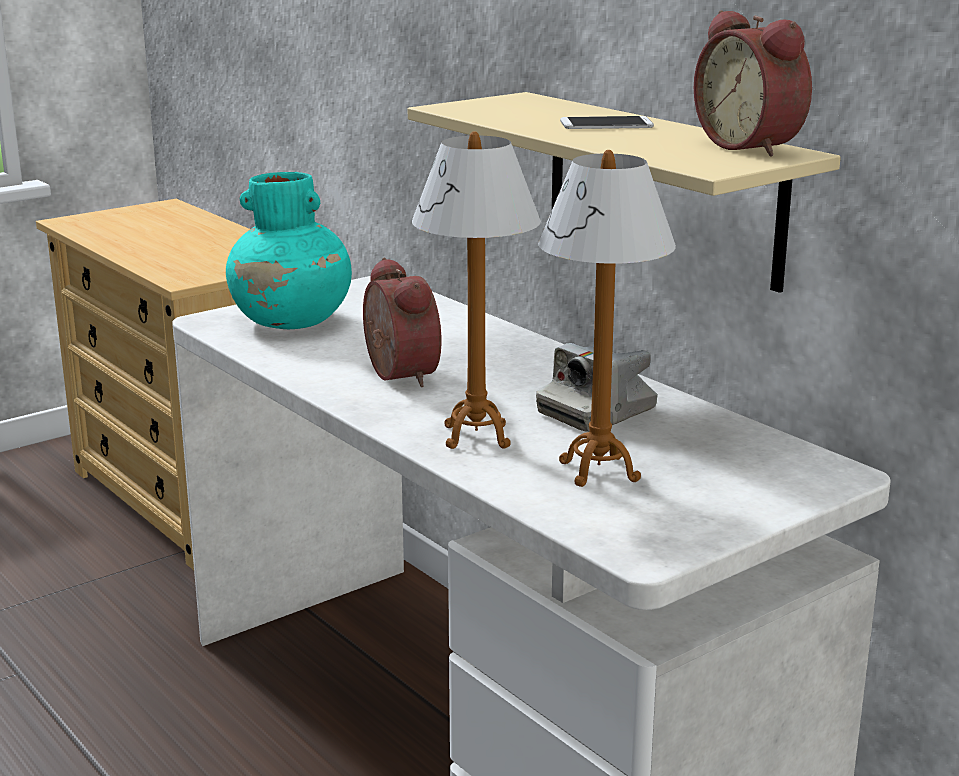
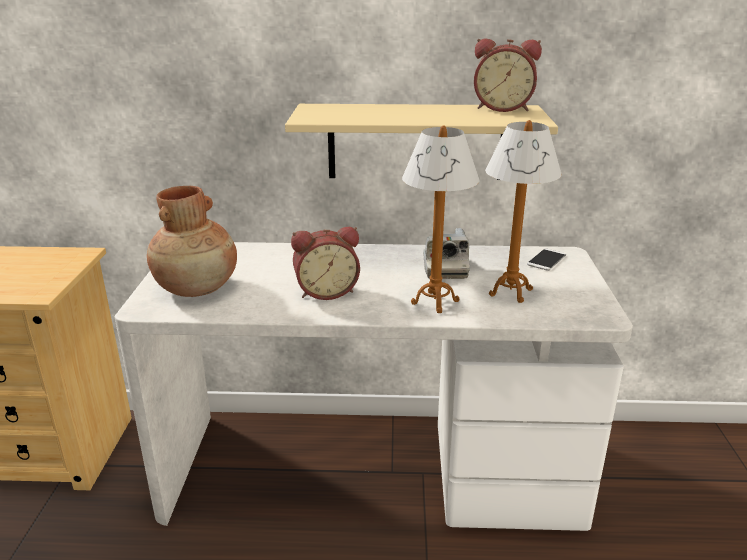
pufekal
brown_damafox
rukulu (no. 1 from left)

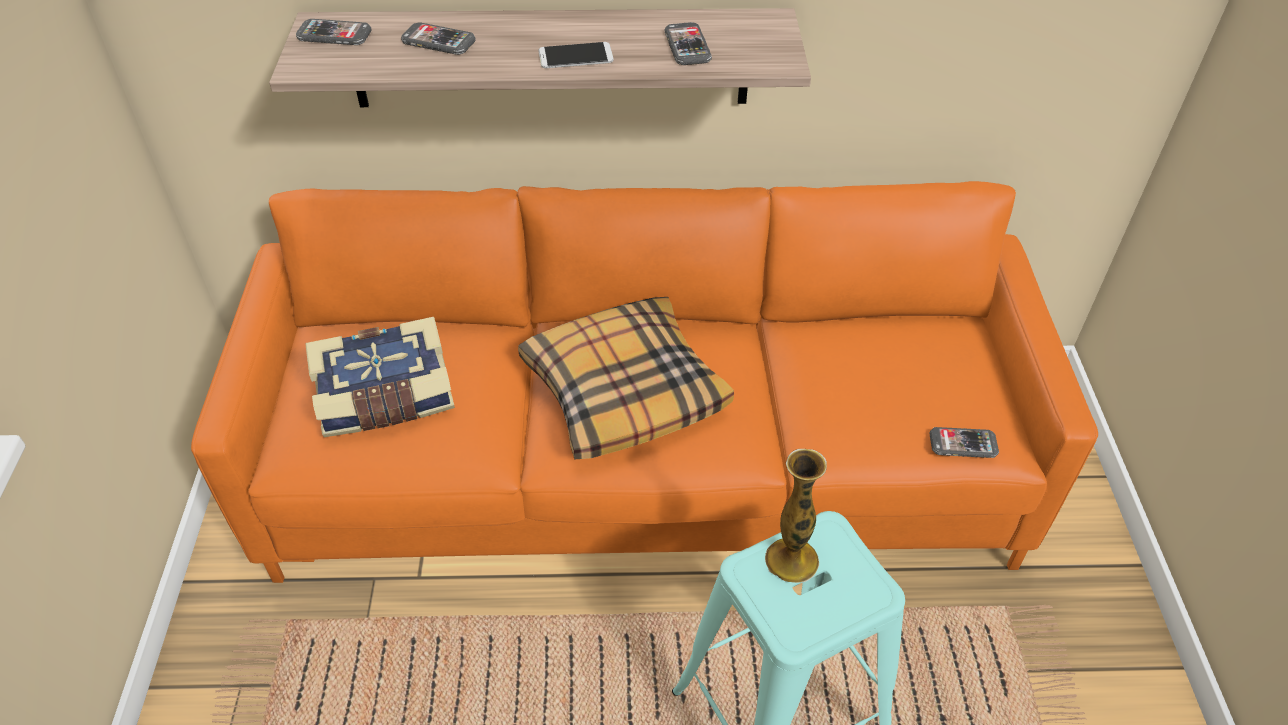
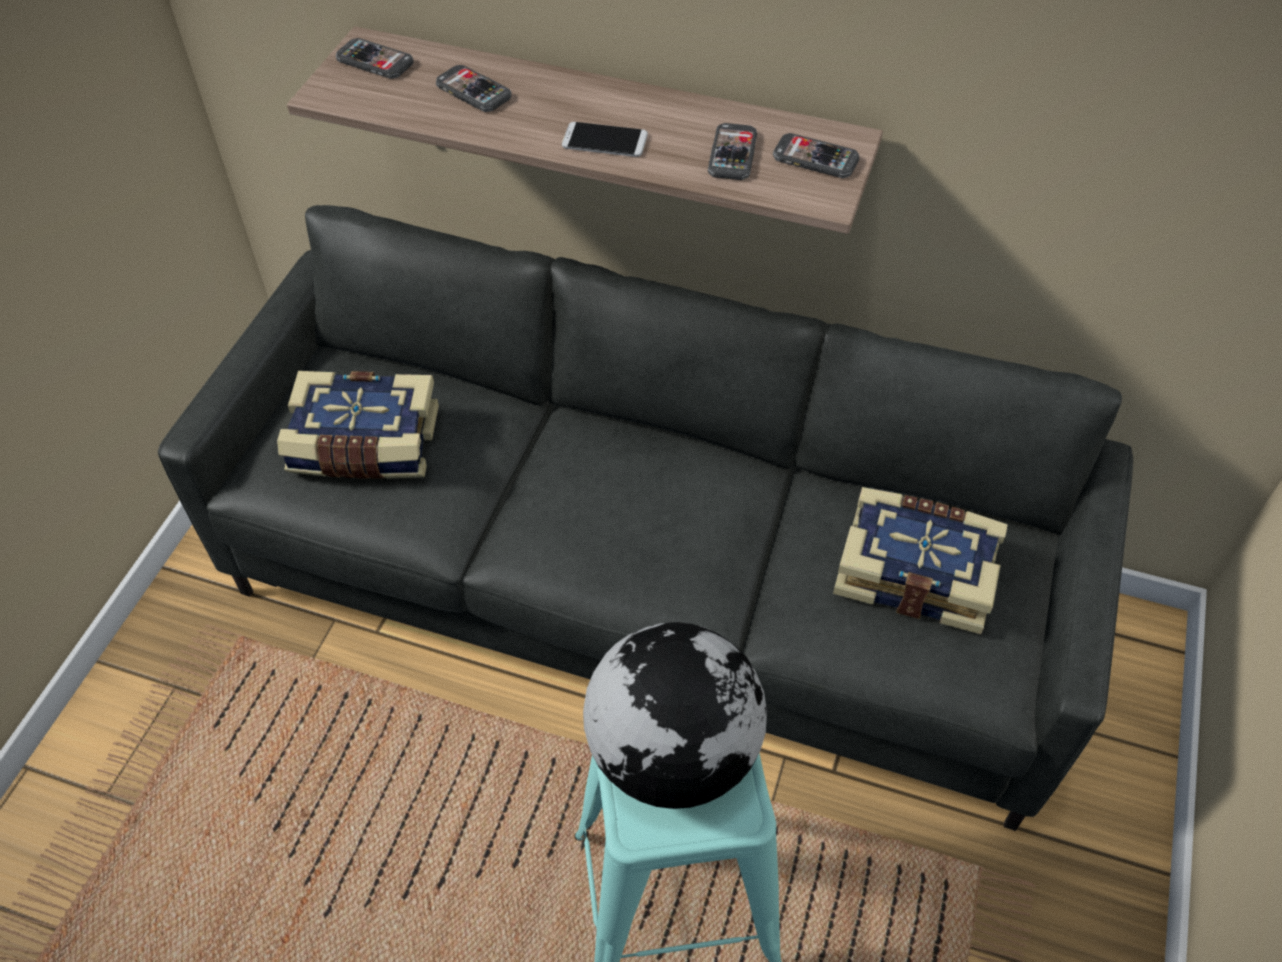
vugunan
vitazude (no. 2 from left)
pufekal (no. 5 from left)
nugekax
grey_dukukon

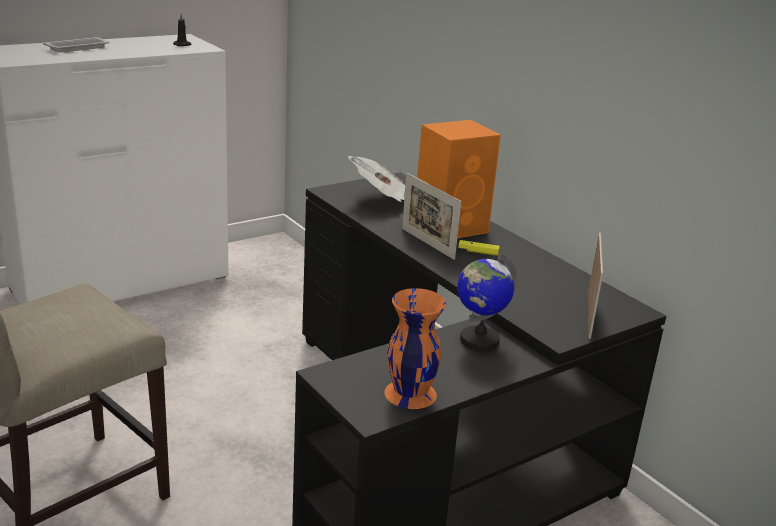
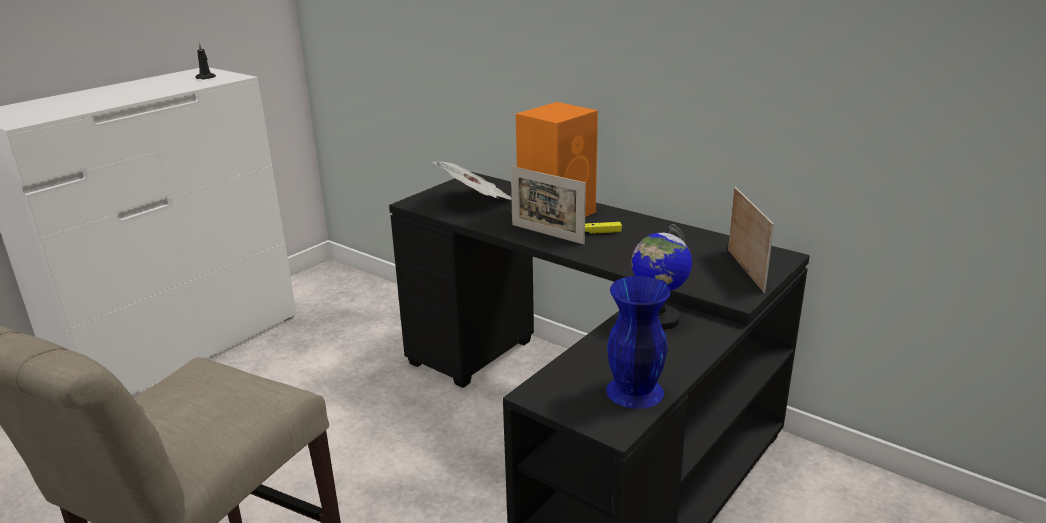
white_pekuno
blue_damafox

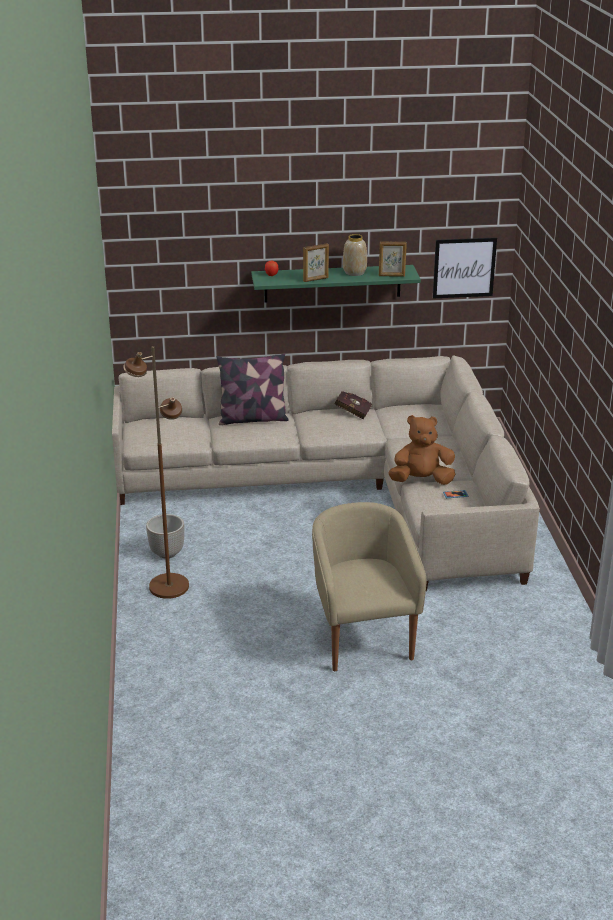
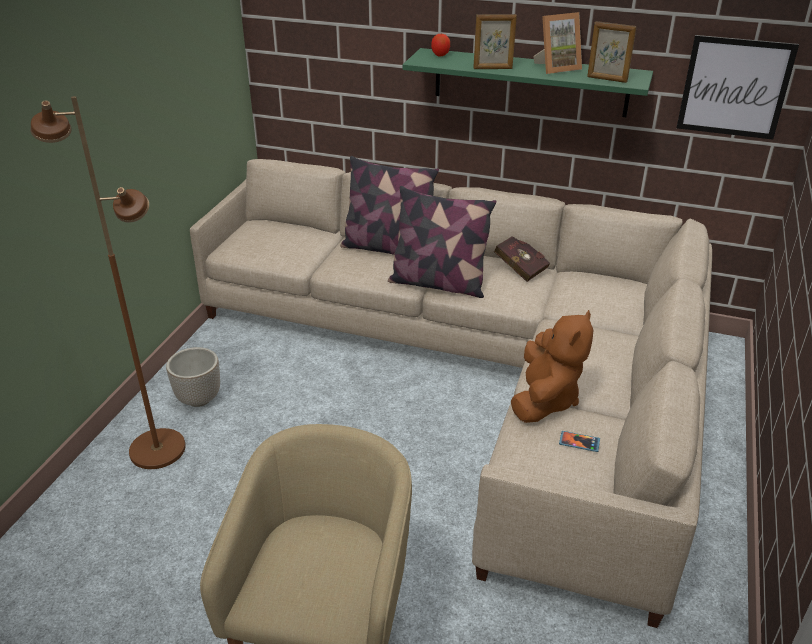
vugunan (no. 2 from left)
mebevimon (no. 2 from left)
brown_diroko

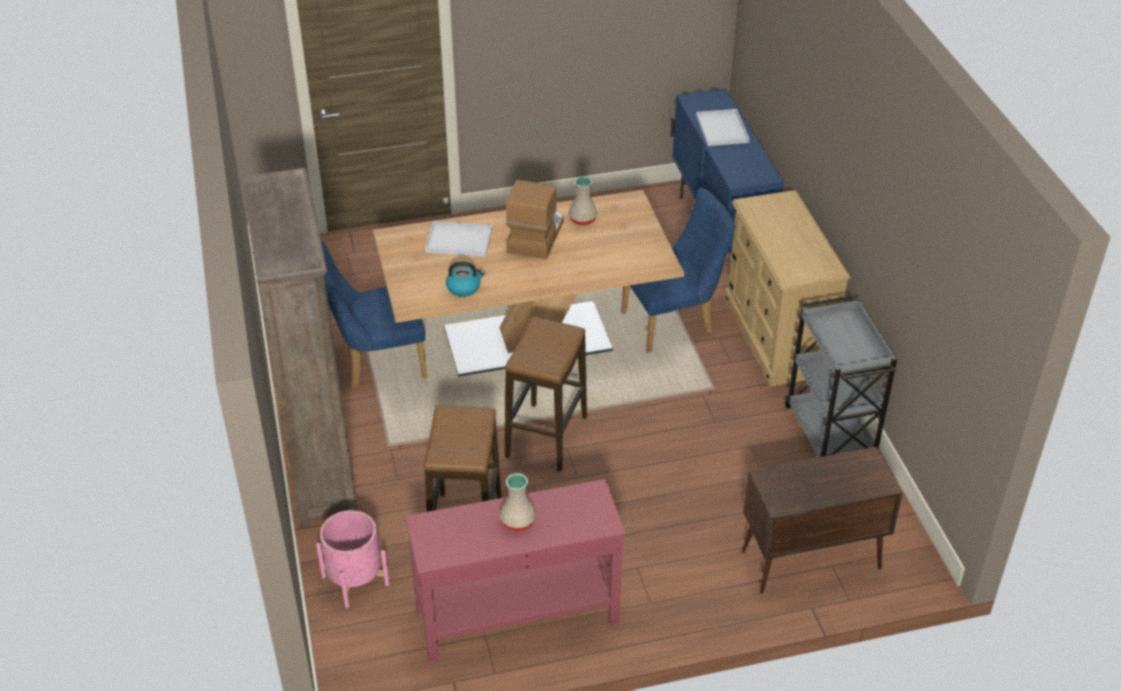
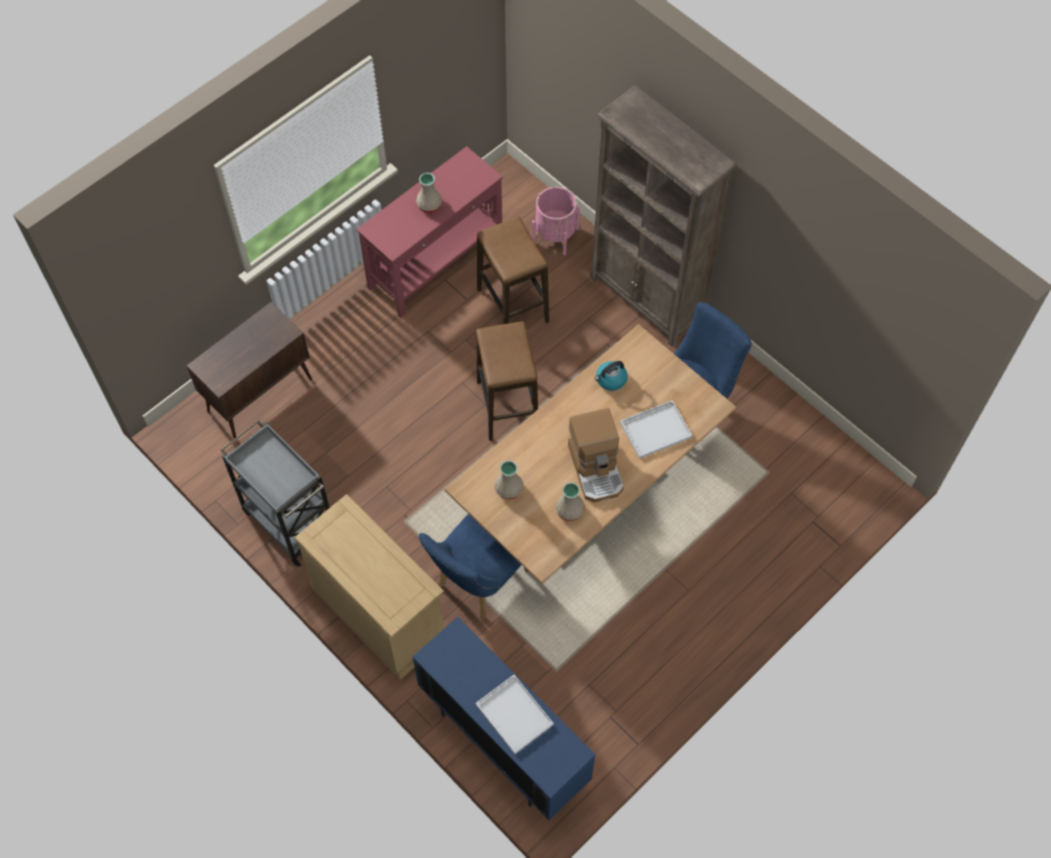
beige_damafox (no. 2 from left)

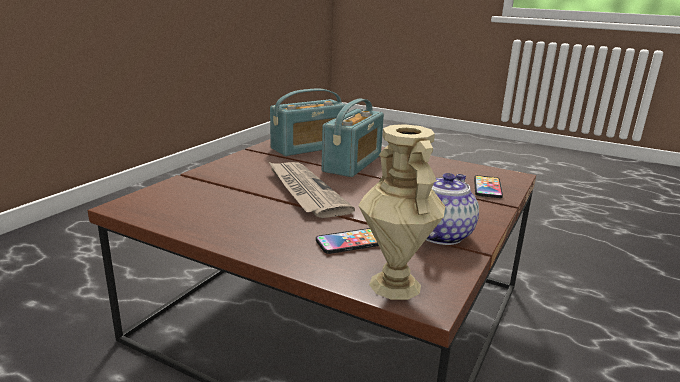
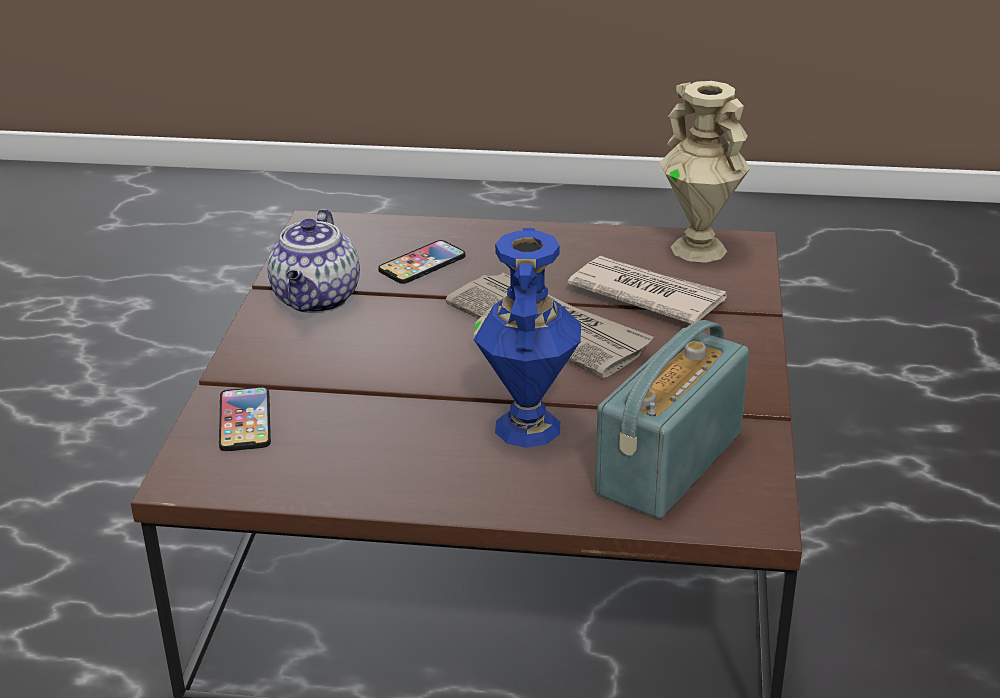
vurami (no. 2 from left)
beige_damafox
blue_damafox

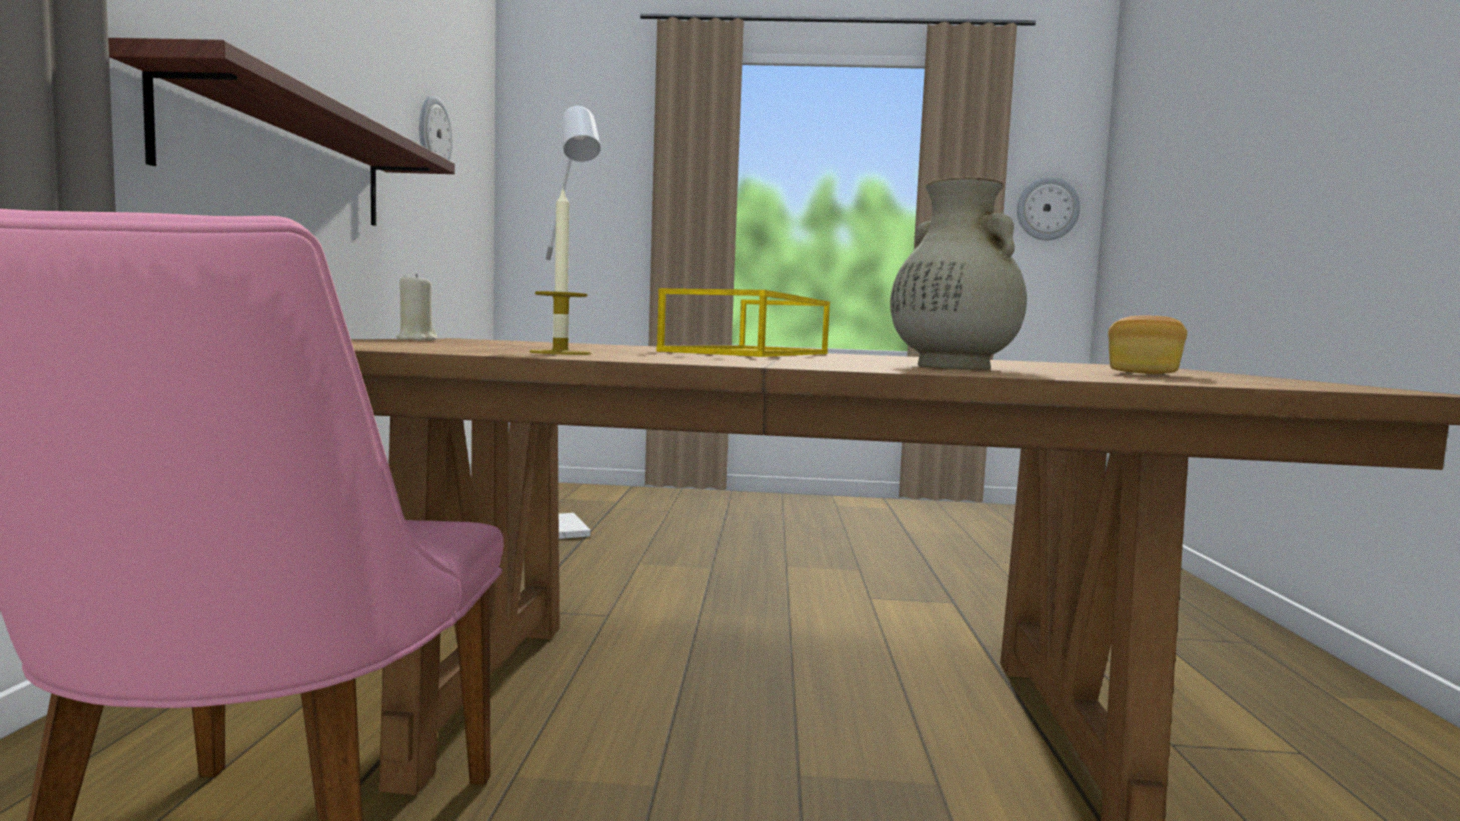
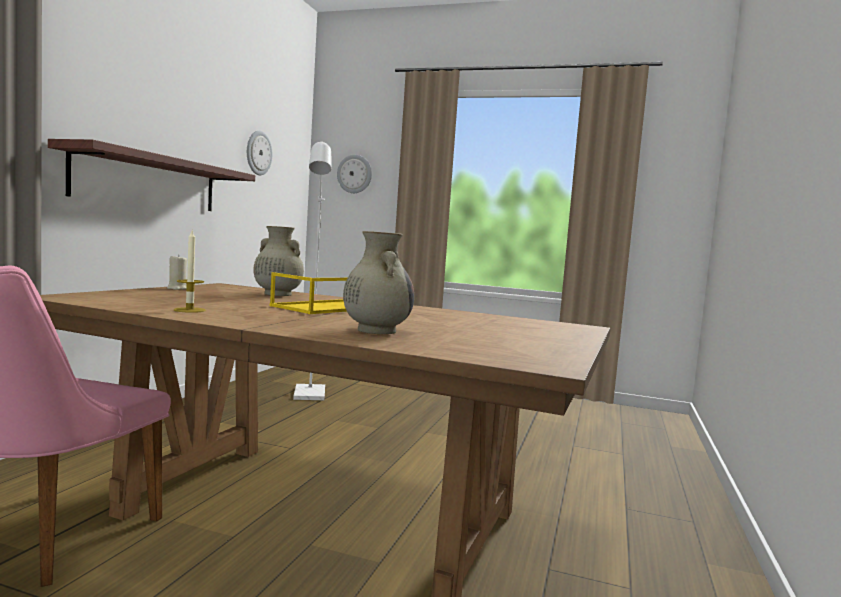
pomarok
beige_damafox (no. 1 from left)
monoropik (no. 2 from left)

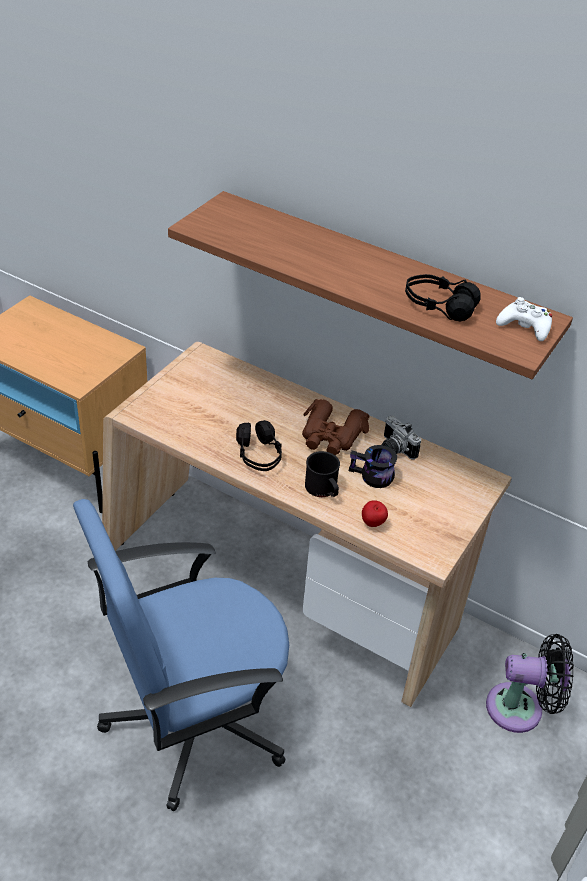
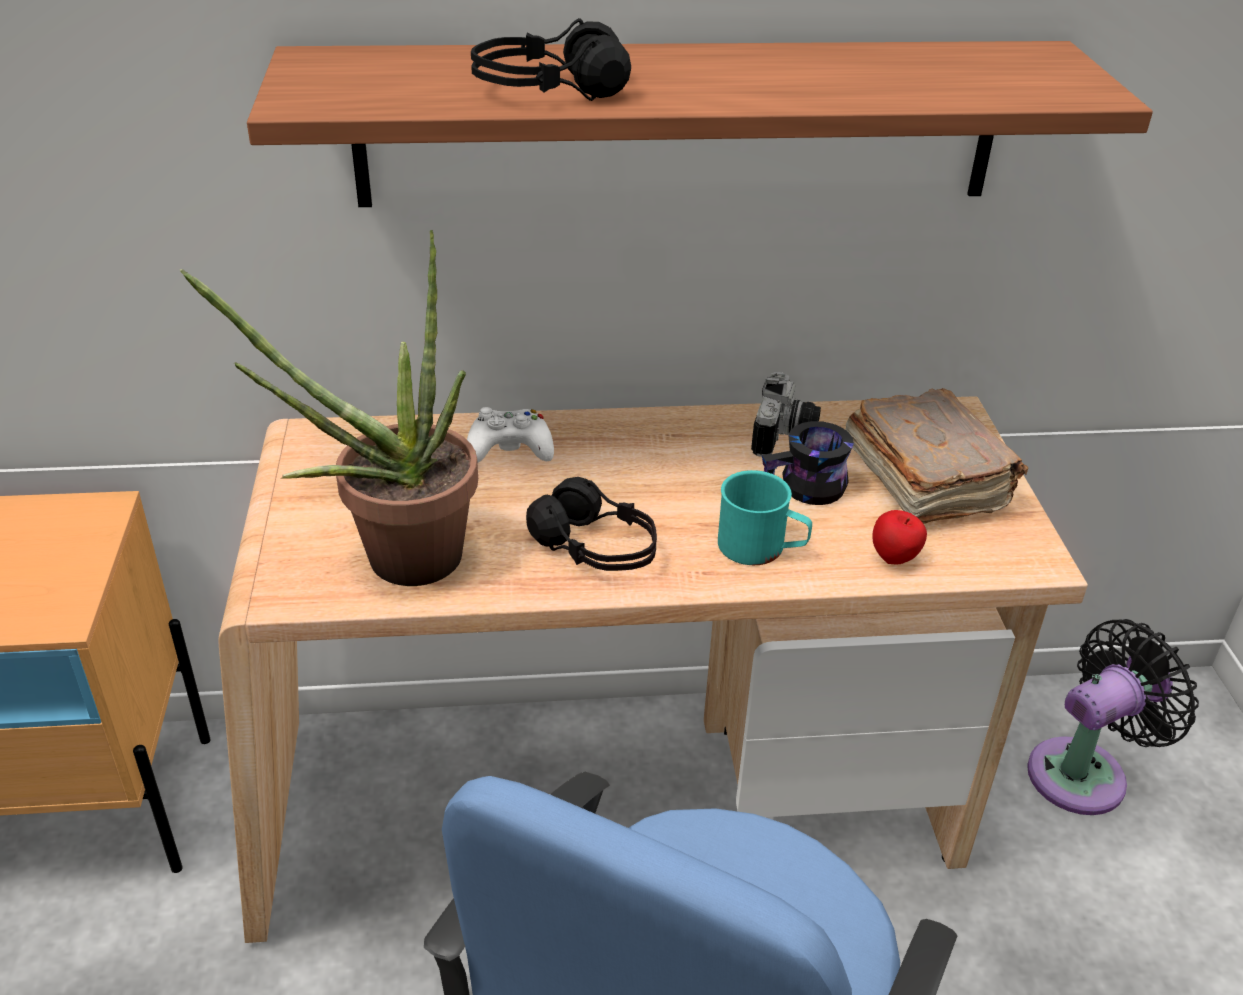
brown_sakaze
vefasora
brown_vitazude
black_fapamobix (no. 1 from left)
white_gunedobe
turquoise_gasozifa
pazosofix

